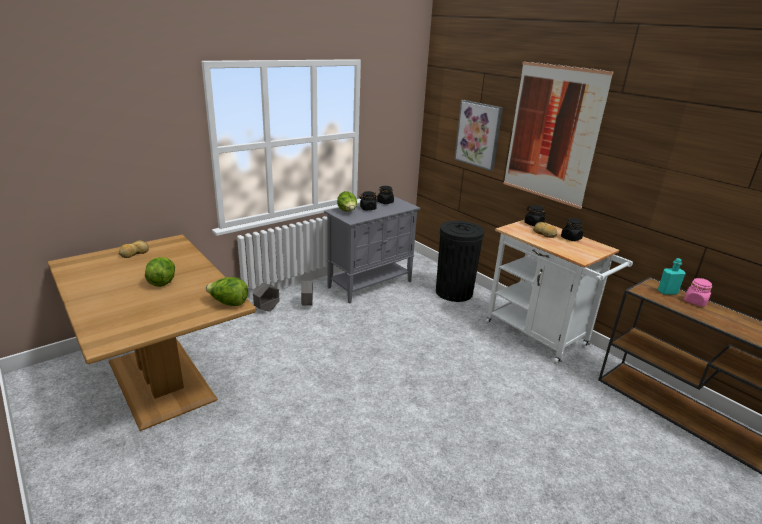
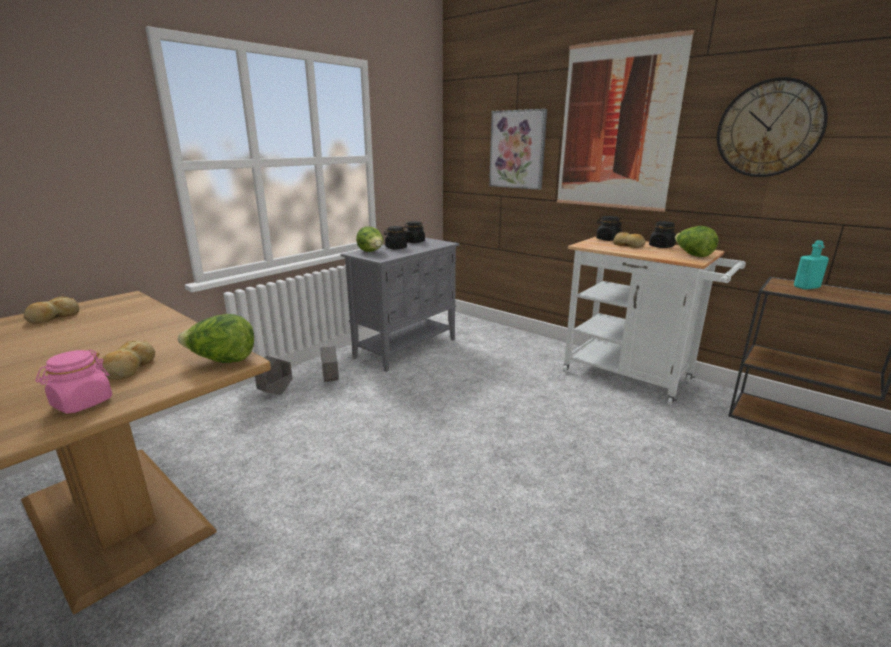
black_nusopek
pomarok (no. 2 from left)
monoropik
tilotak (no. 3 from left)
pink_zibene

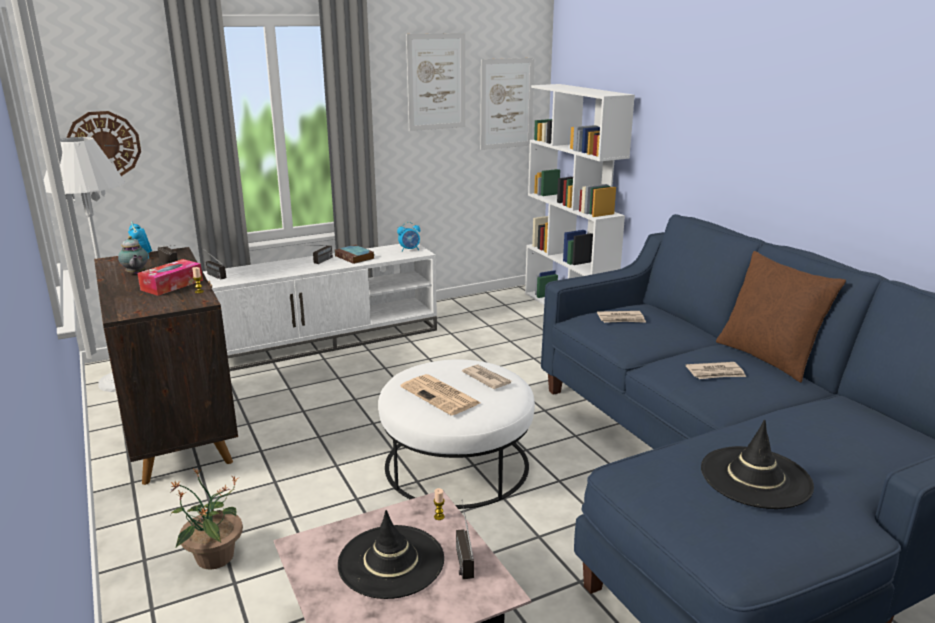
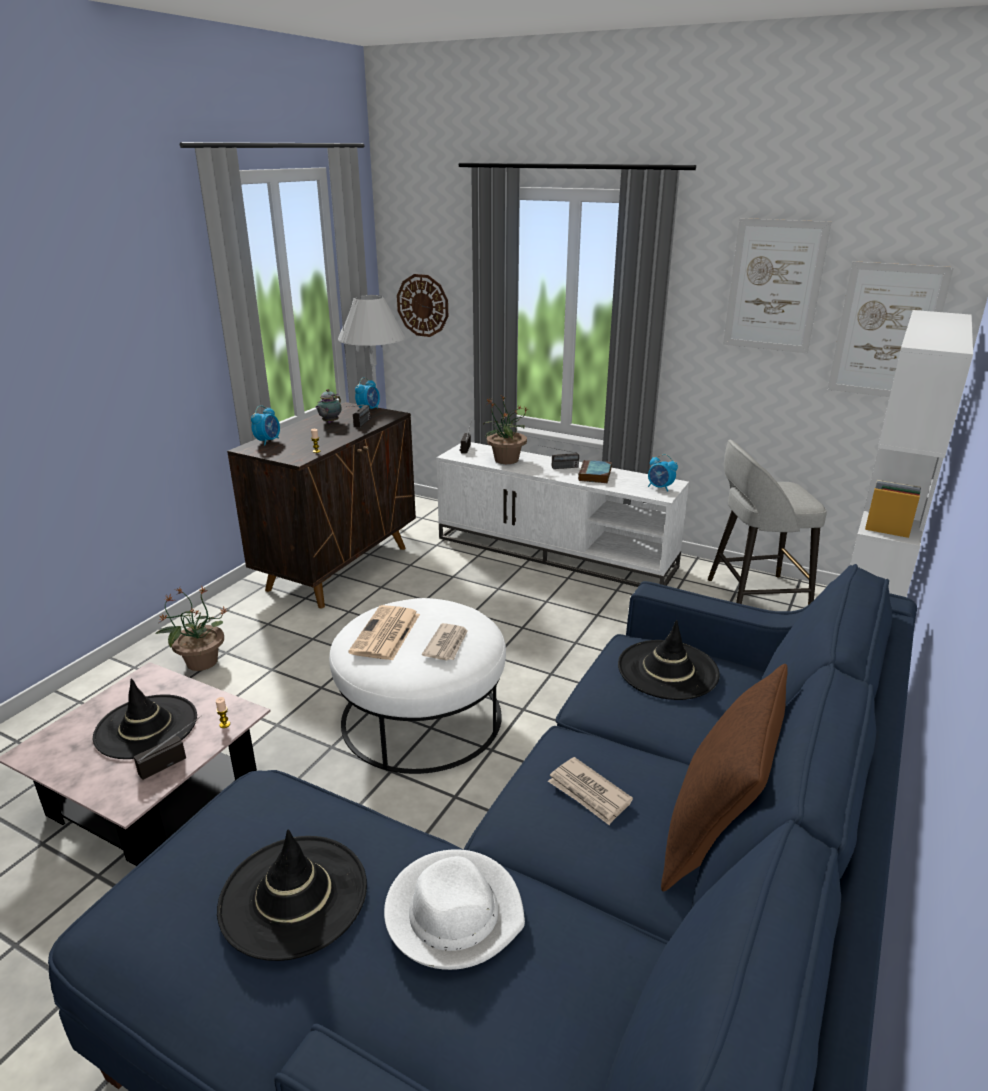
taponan
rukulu (no. 1 from left)
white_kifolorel
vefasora (no. 2 from left)
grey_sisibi
black_kifolorel (no. 3 from left)

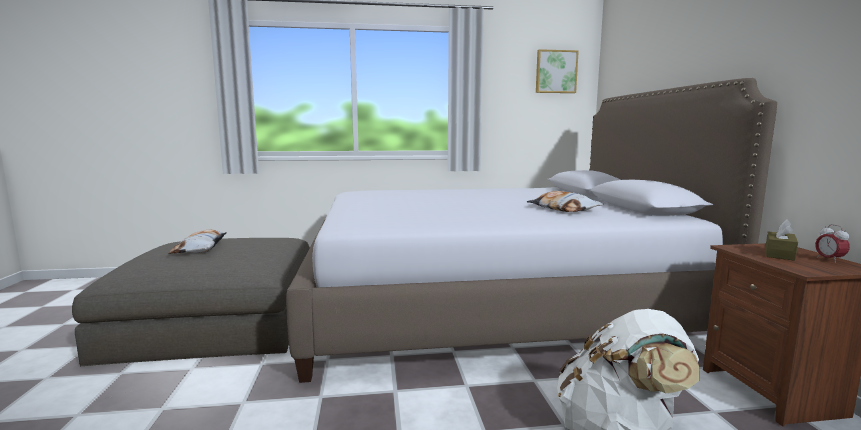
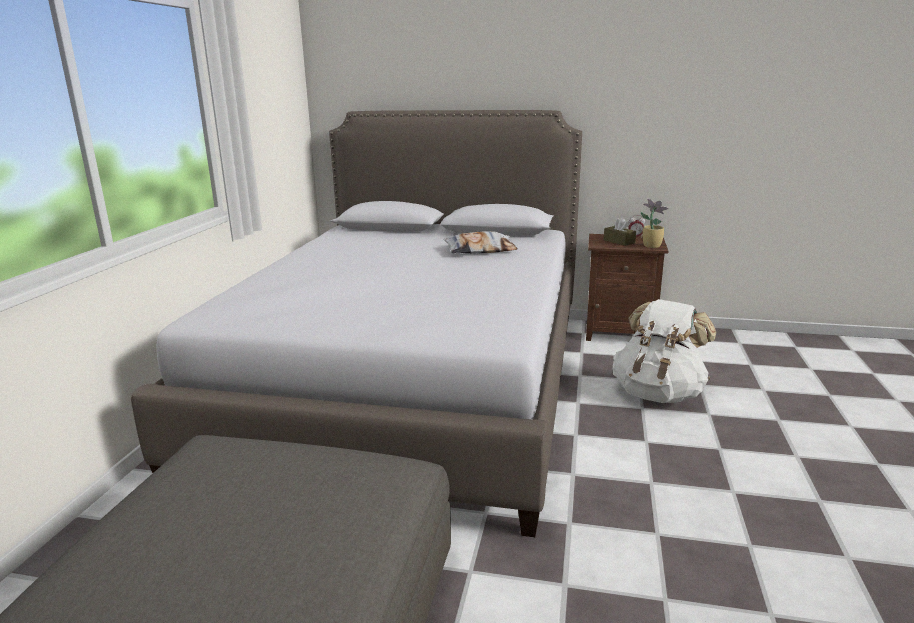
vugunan (no. 1 from left in the first image)
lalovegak
vefasora

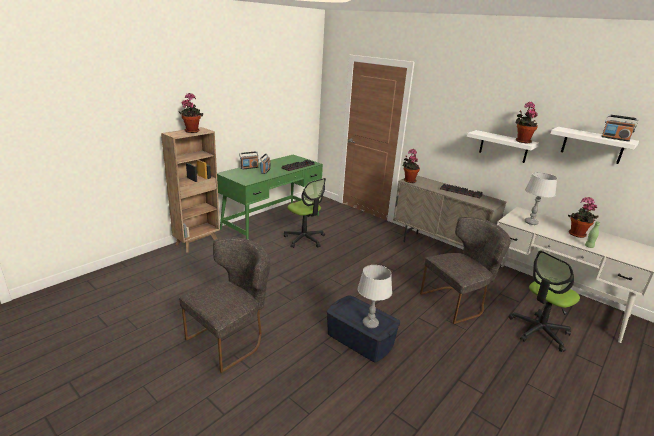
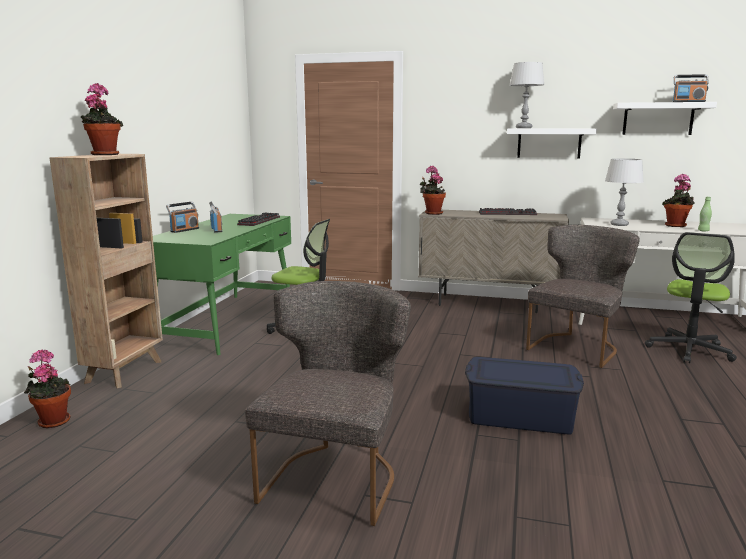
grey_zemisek (no. 1 from left)
vefasora (no. 1 from left)

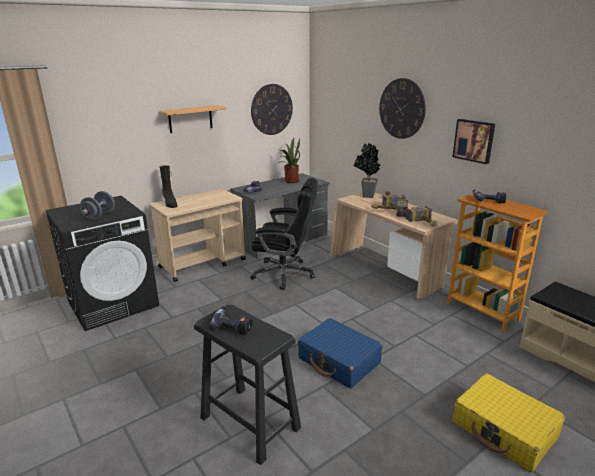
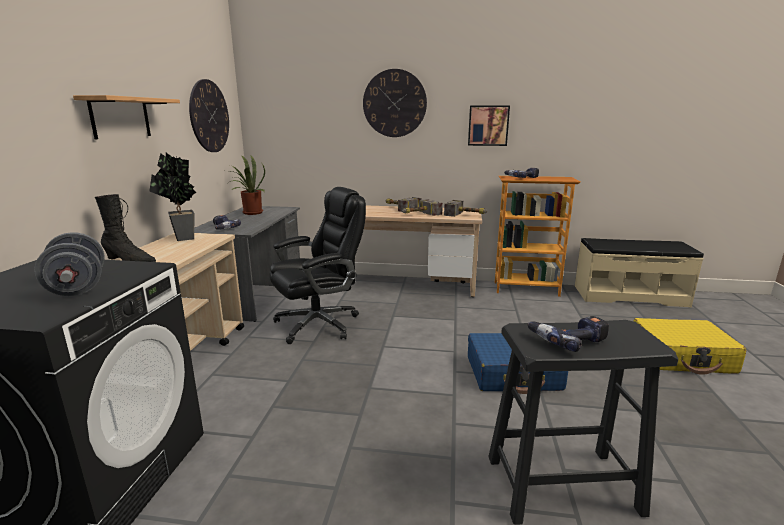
vefasora (no. 1 from left)

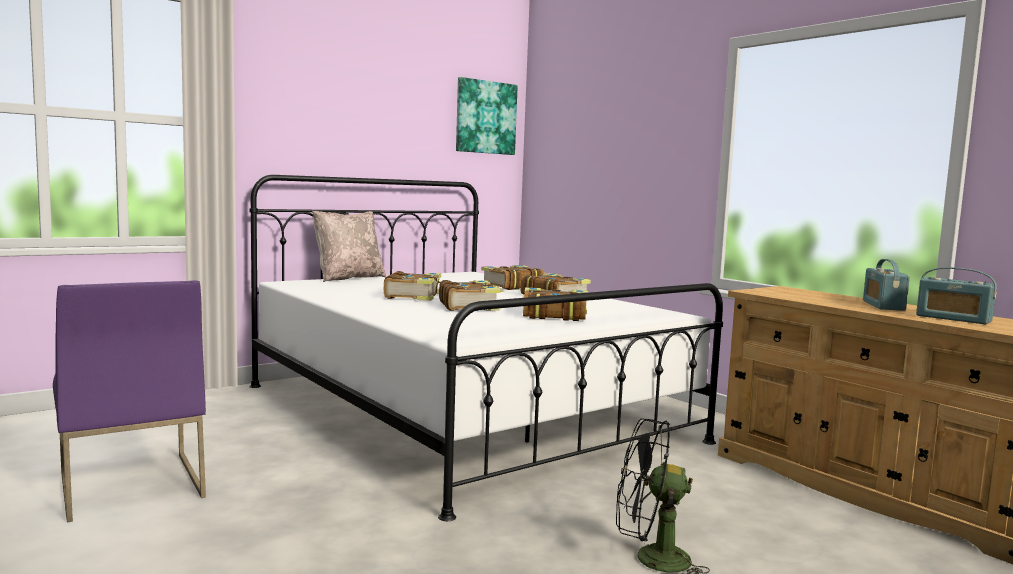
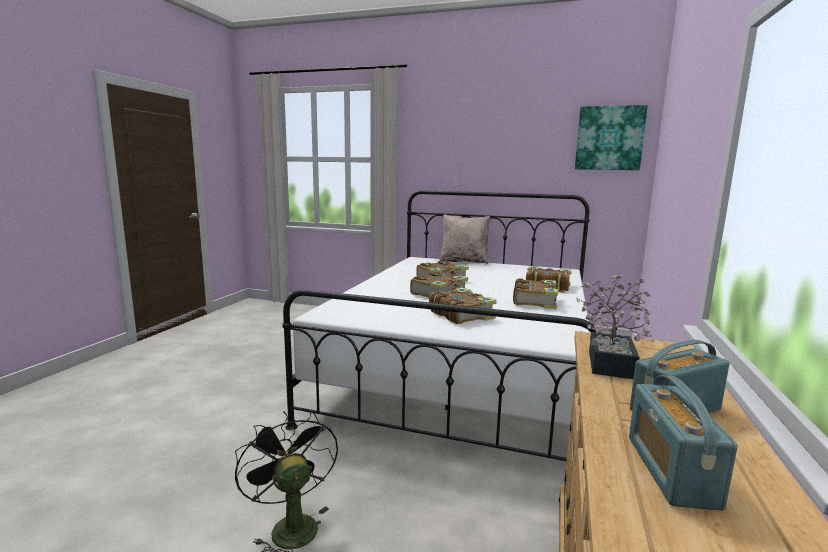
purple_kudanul
vefasora

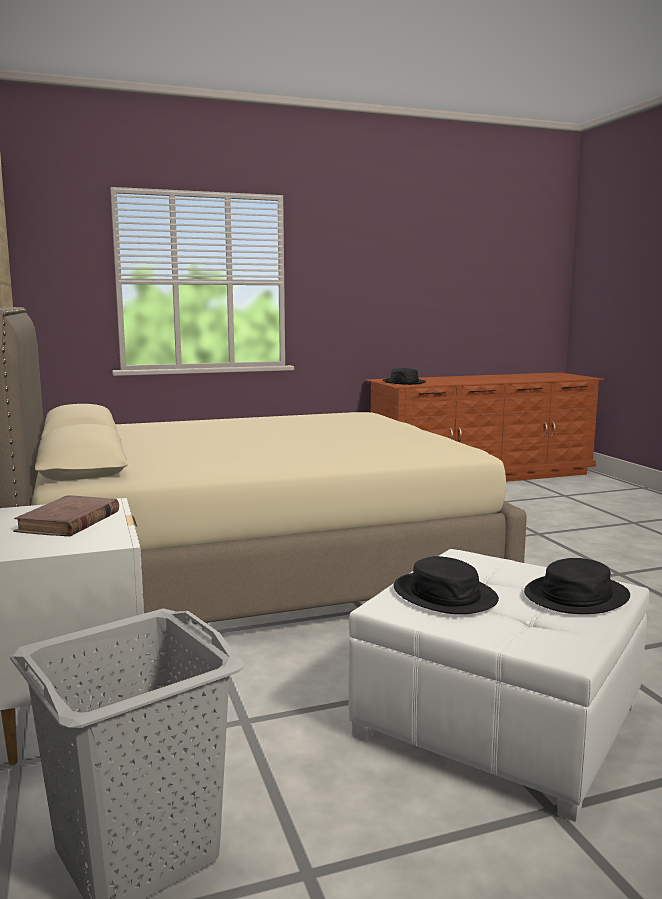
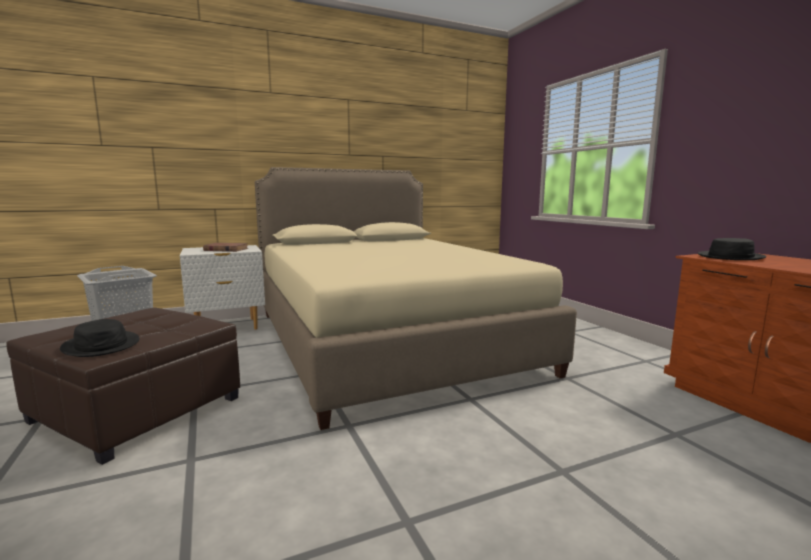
black_kifolorel (no. 2 from left in the first image)
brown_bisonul

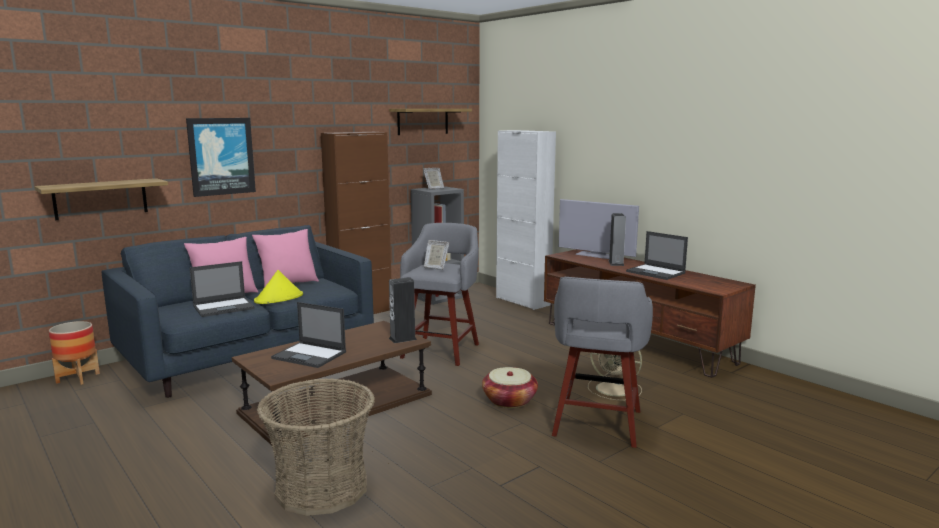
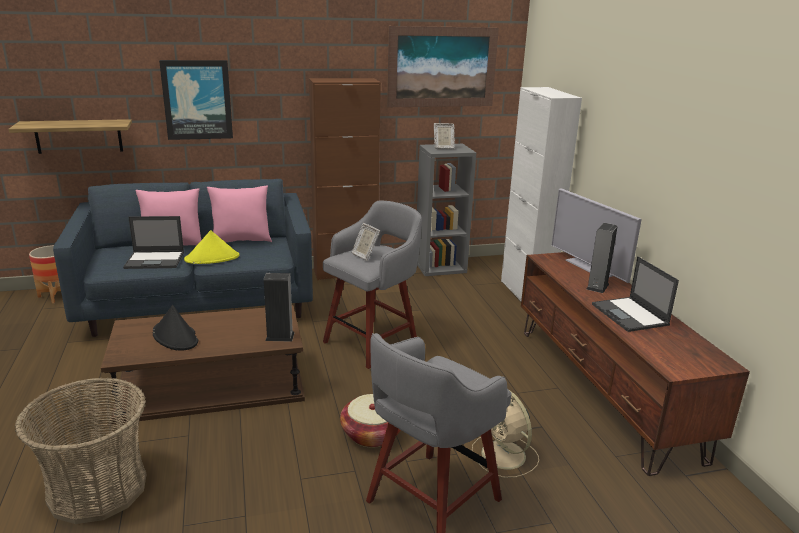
black_kifolorel
lalovegak (no. 2 from left)

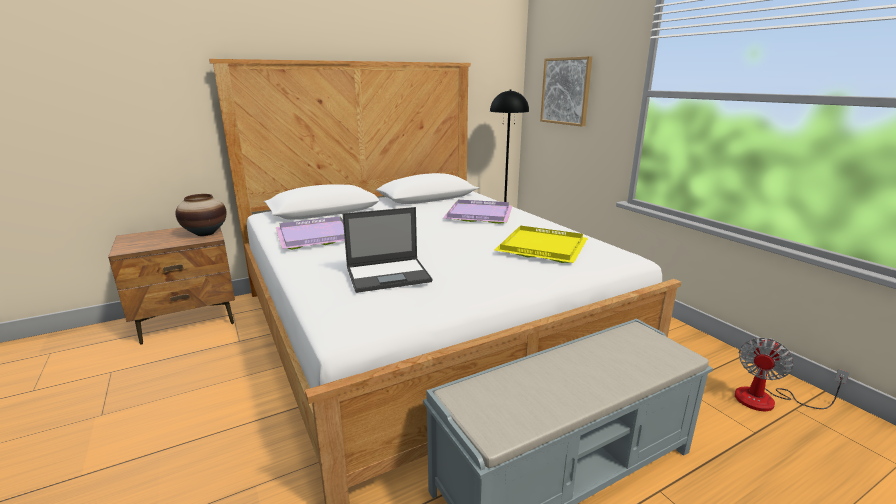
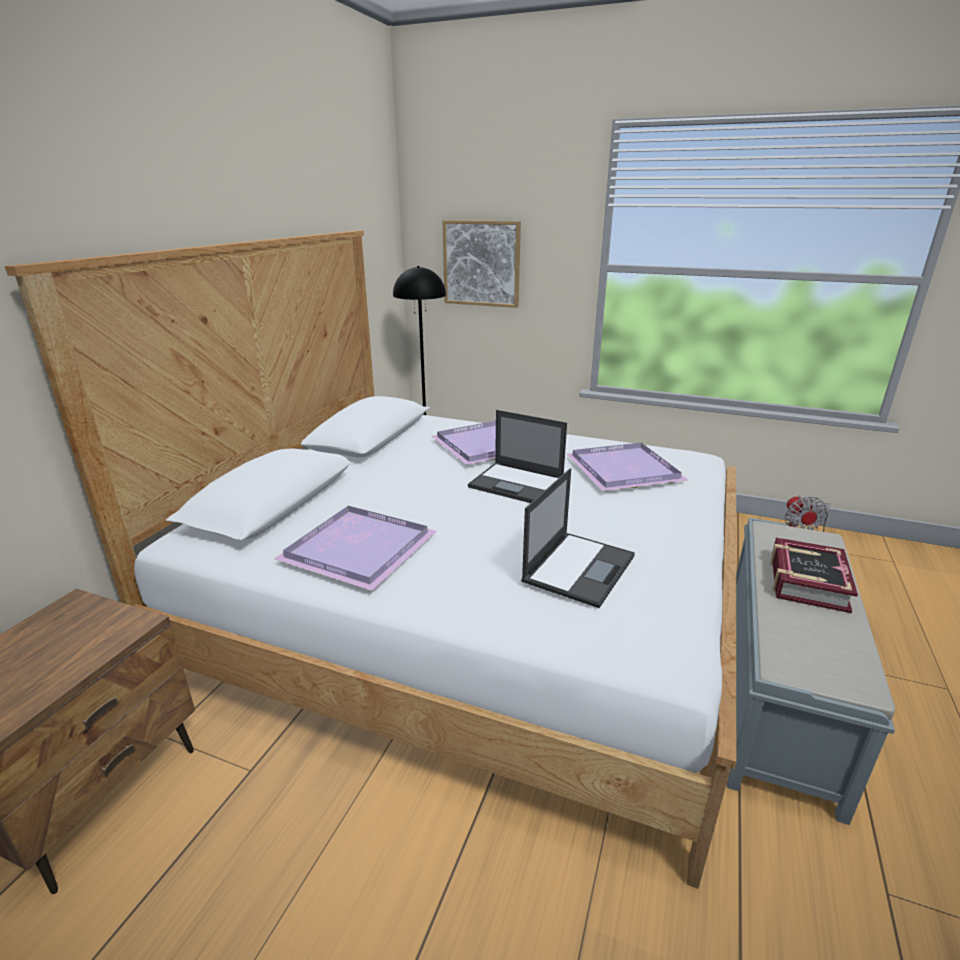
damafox
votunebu (no. 1 from left)
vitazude
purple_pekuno (no. 3 from left)

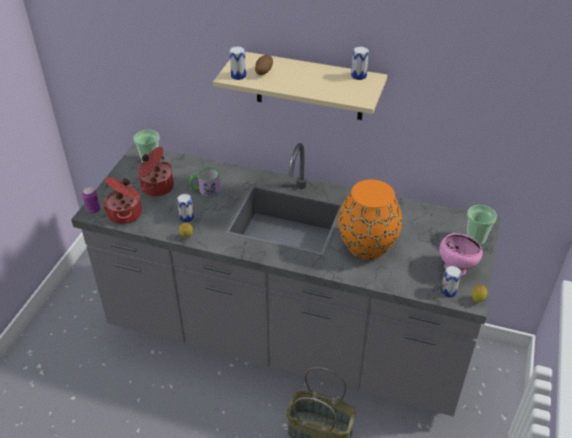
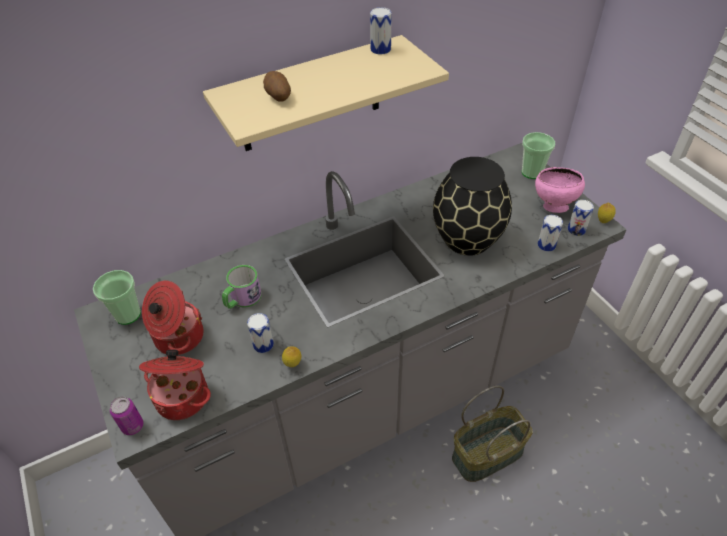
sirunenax (no. 4 from left)
black_damafox

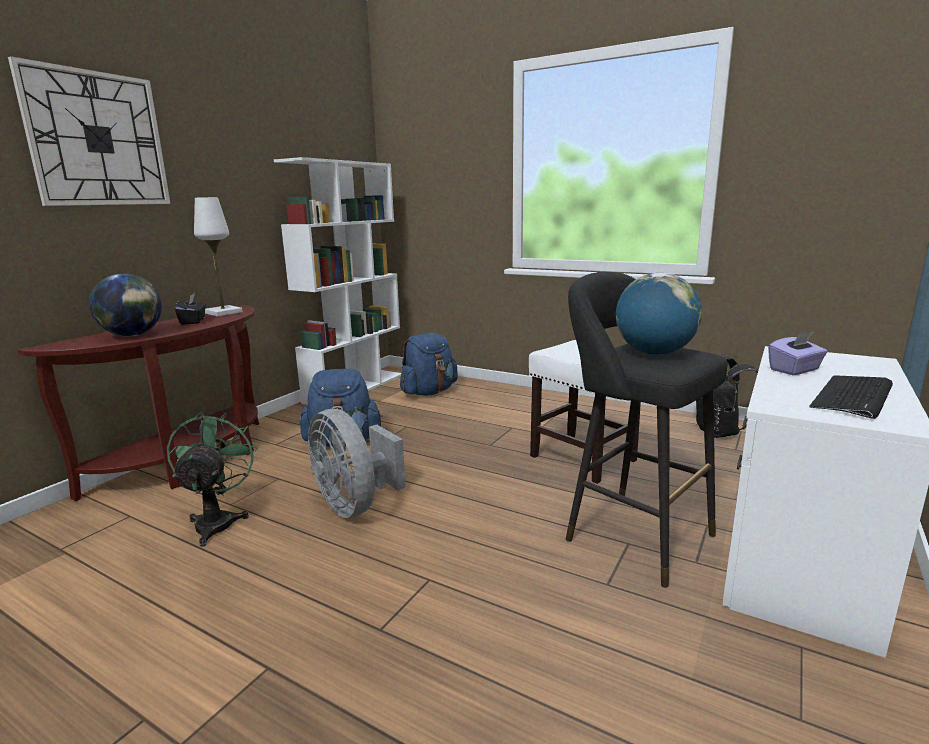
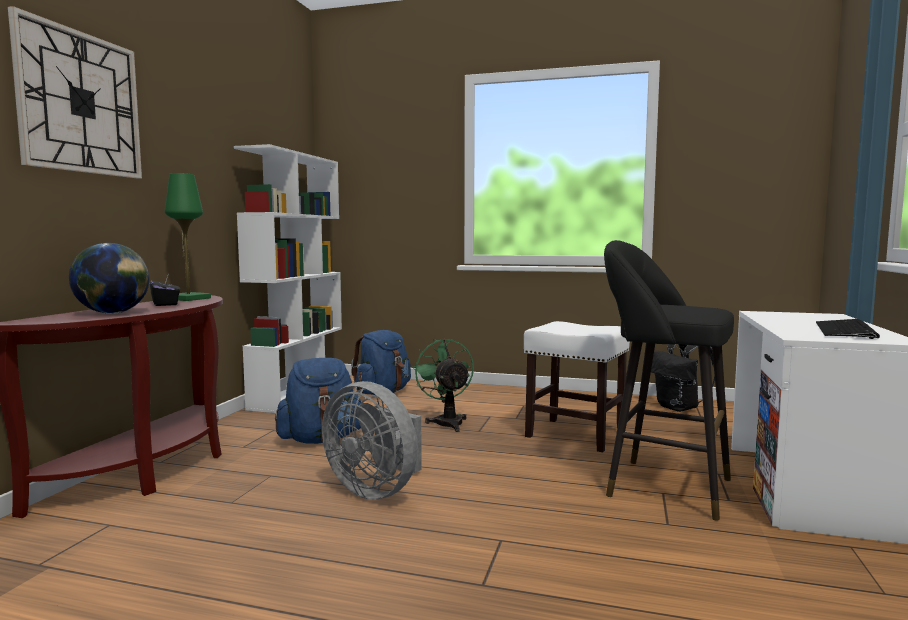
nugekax (no. 2 from left in the first image)
purple_taponan
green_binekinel
green_zemisek

